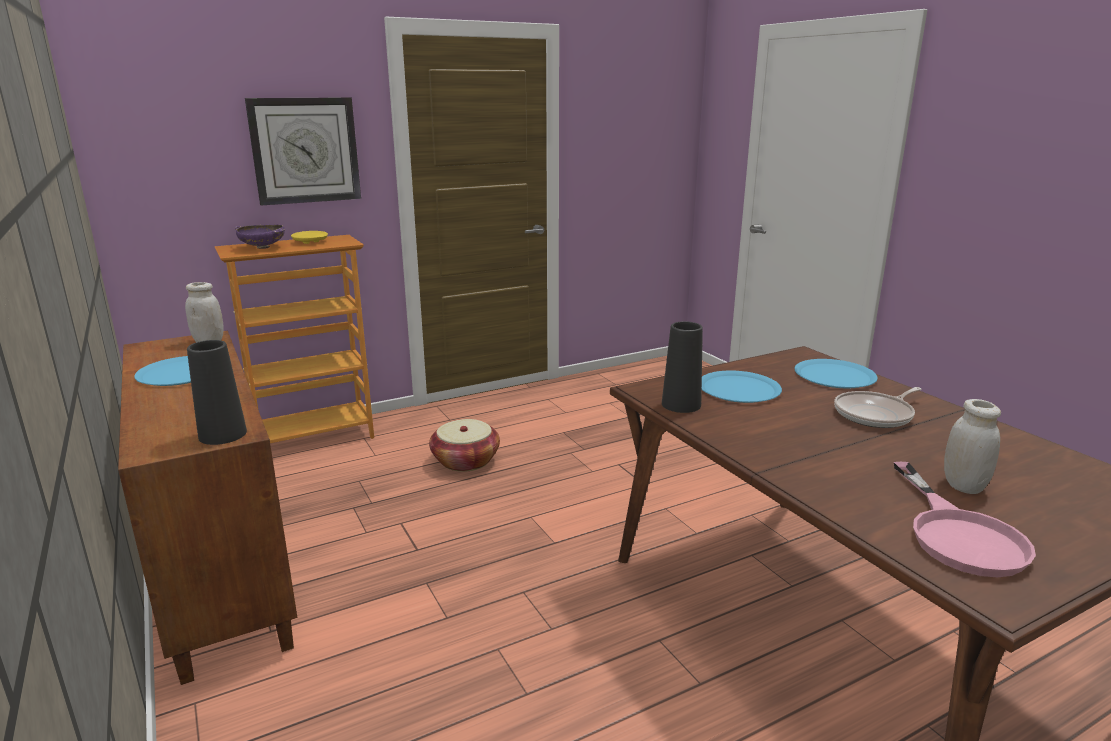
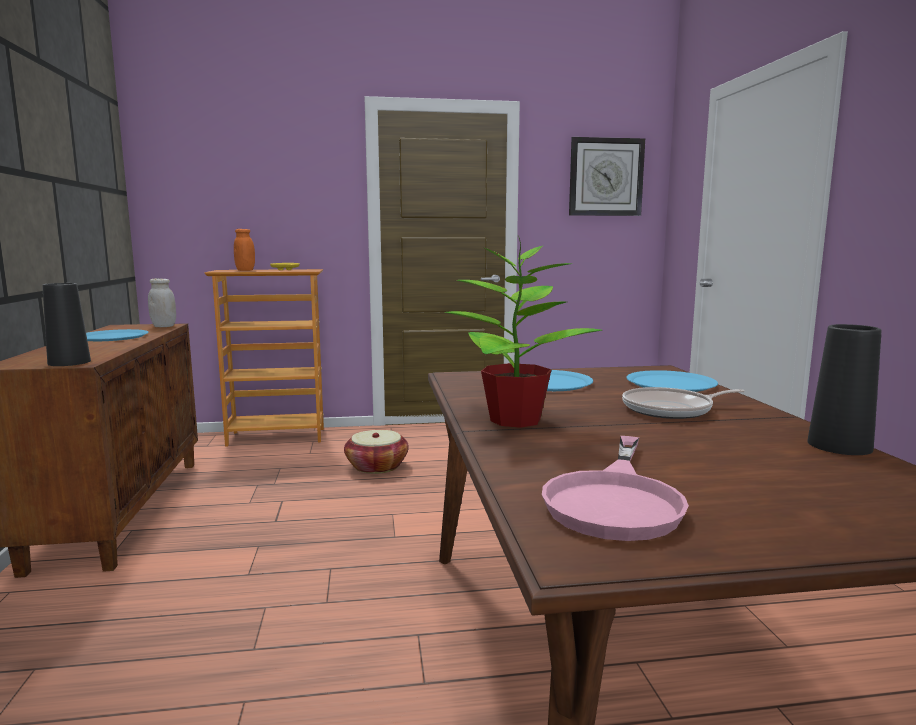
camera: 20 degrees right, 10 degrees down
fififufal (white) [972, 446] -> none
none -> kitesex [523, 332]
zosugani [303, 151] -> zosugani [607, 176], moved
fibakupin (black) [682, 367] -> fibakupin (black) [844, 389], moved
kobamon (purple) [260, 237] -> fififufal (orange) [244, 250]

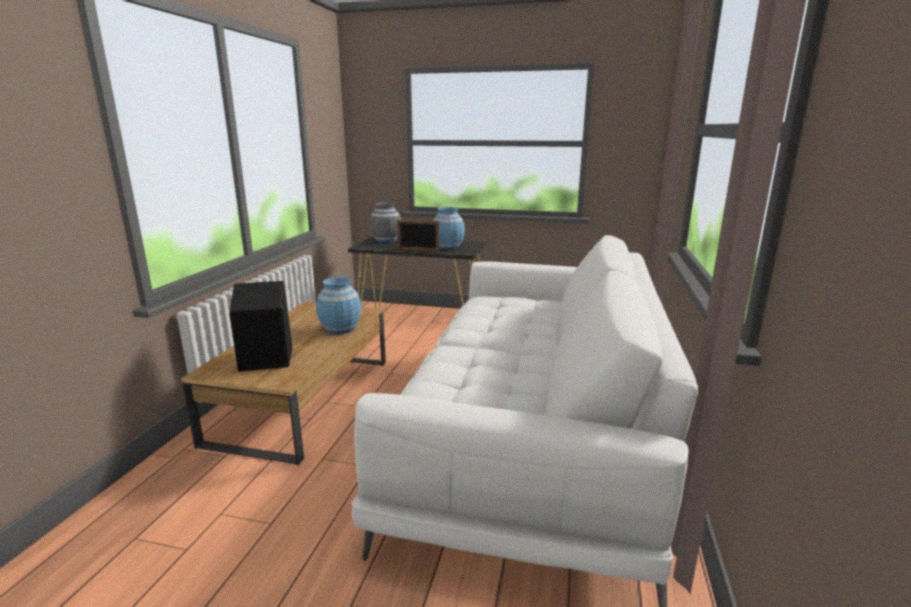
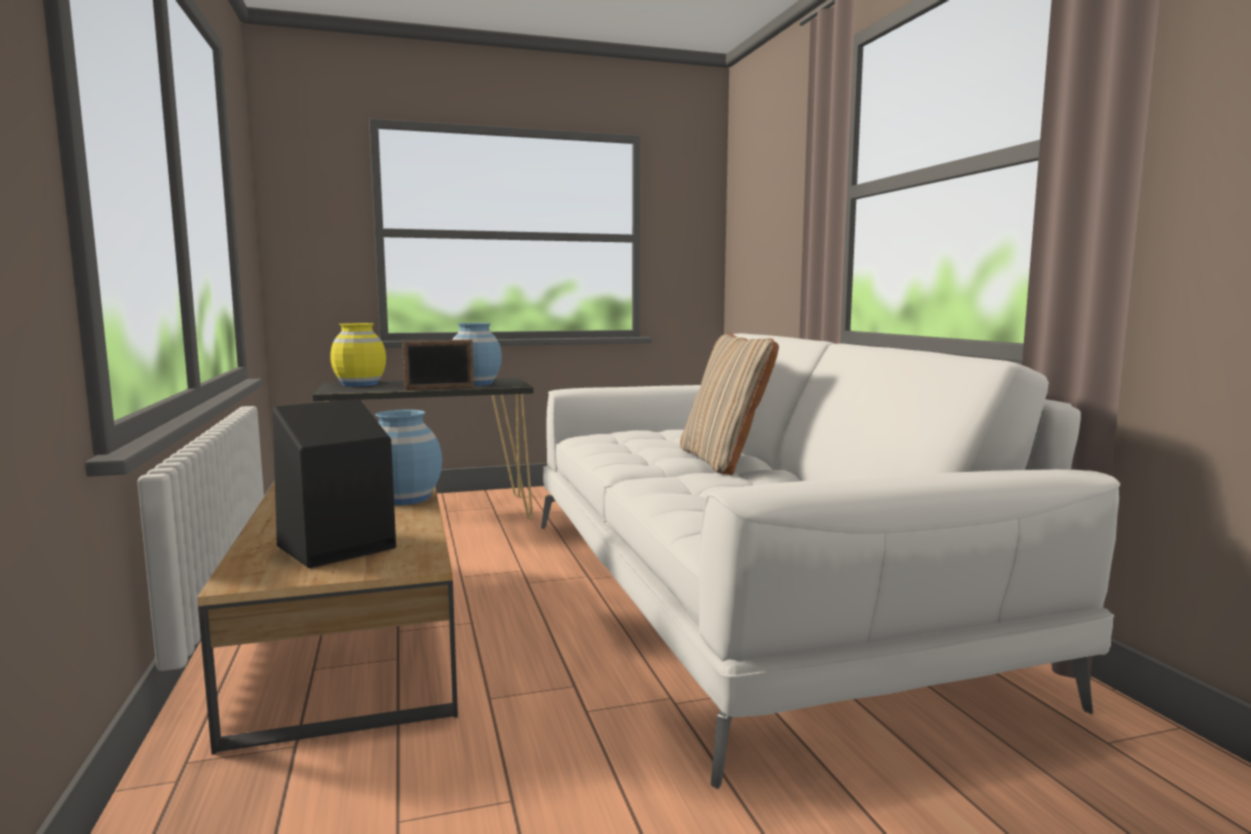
camera: 30 degrees left, 10 degrees down
none -> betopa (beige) [729, 404]
fibakupin (grey) [385, 222] -> fibakupin (yellow) [358, 354]

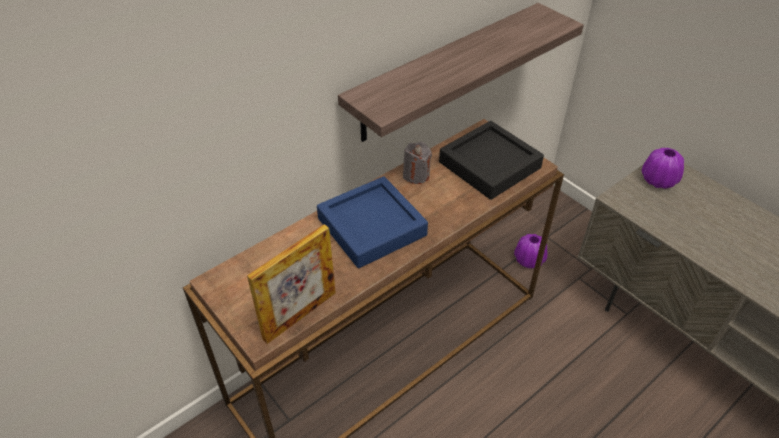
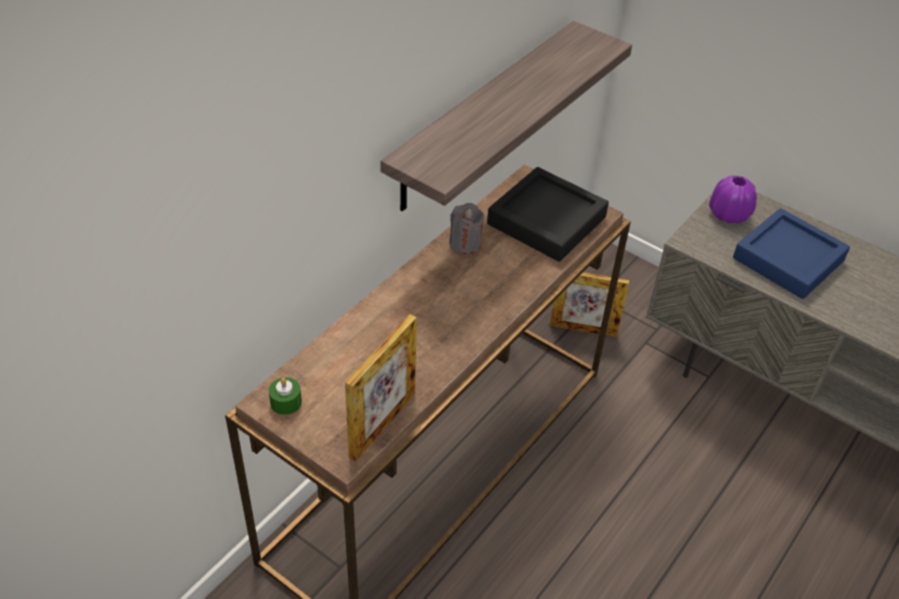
camera: 15 degrees left, 0 degrees up
none -> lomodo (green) [285, 396]
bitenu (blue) [372, 222] -> bitenu (blue) [791, 253], moved
fibakupin (purple) [530, 251] -> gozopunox [589, 304]

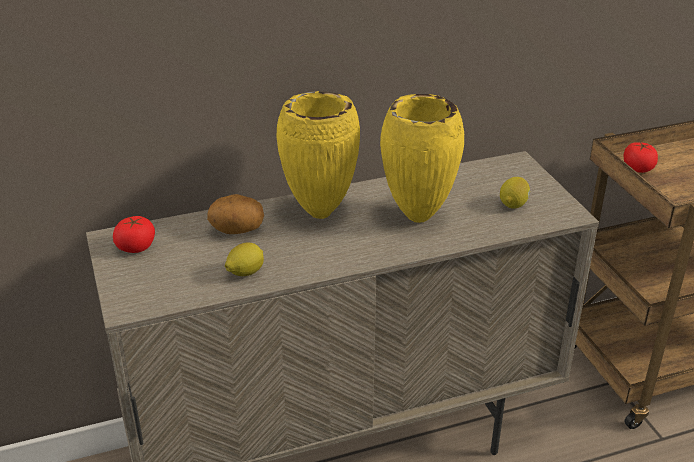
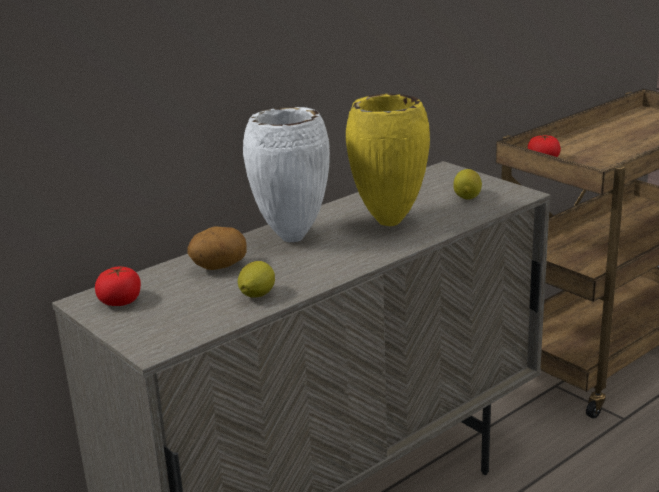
camera: 20 degrees left, 10 degrees down
fibakupin (yellow) [318, 155] -> fibakupin (white) [286, 174]

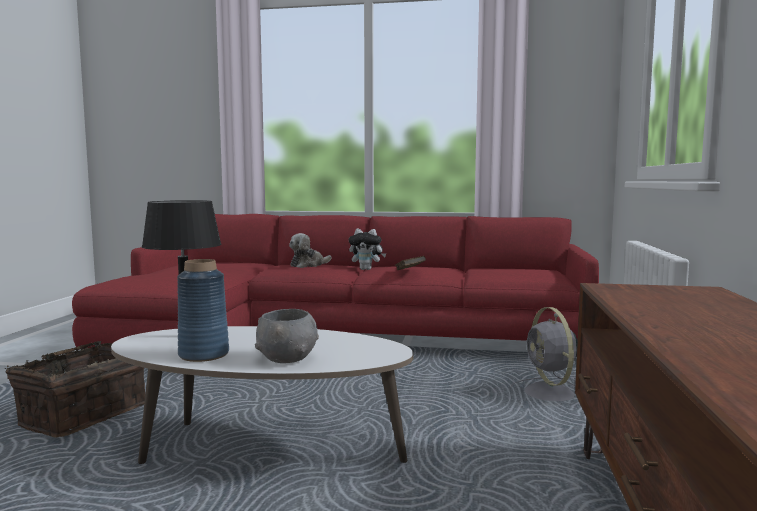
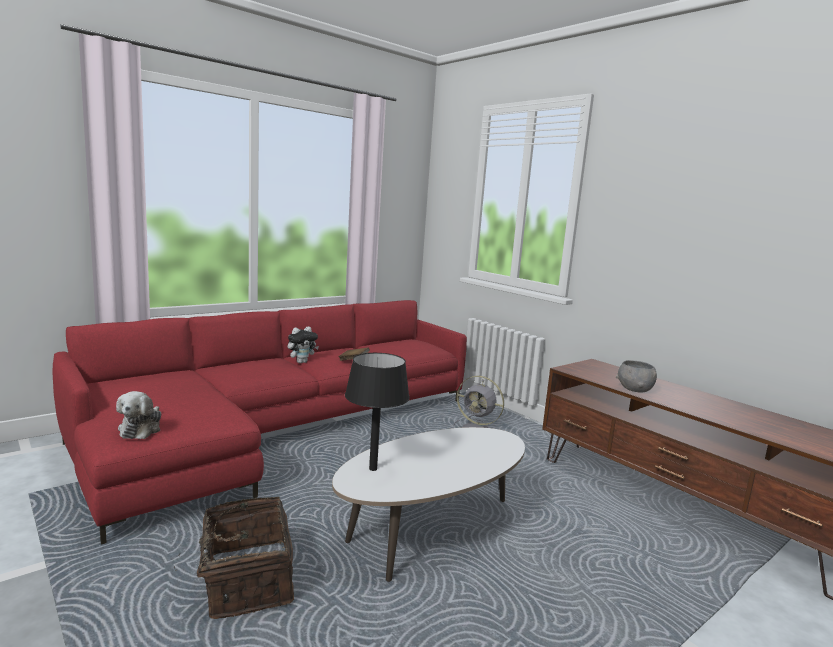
camera: 50 degrees left, 5 degrees up
fibakupin (blue) [203, 310] -> none
kobamon (grey) [287, 336] -> kobamon (grey) [636, 376], moved
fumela [310, 250] -> fumela [138, 415], moved

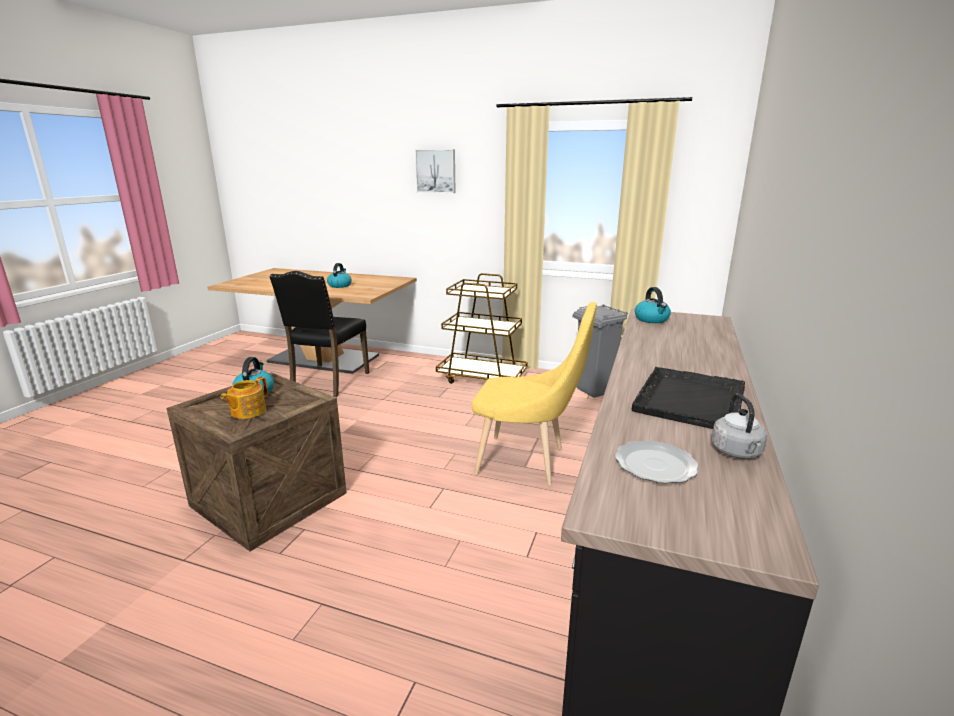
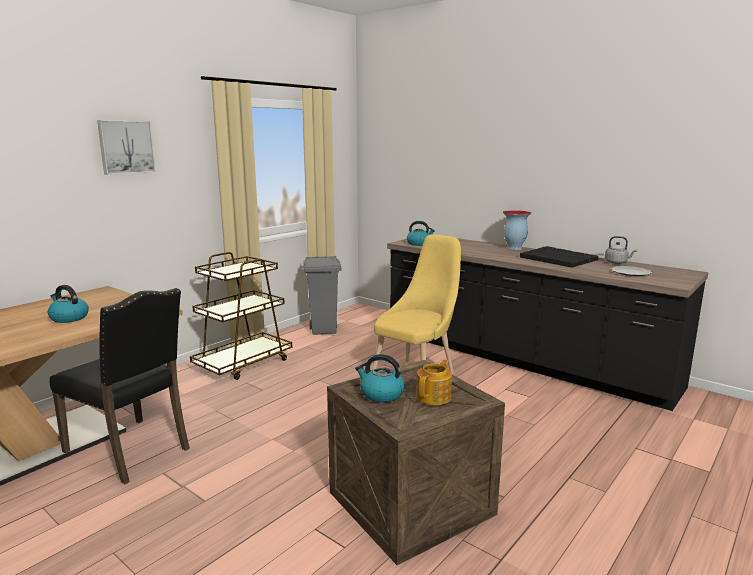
camera: 70 degrees left, 5 degrees down
none -> fibakupin [517, 230]
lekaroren [244, 398] -> lekaroren [434, 382], 105 degrees counterclockwise

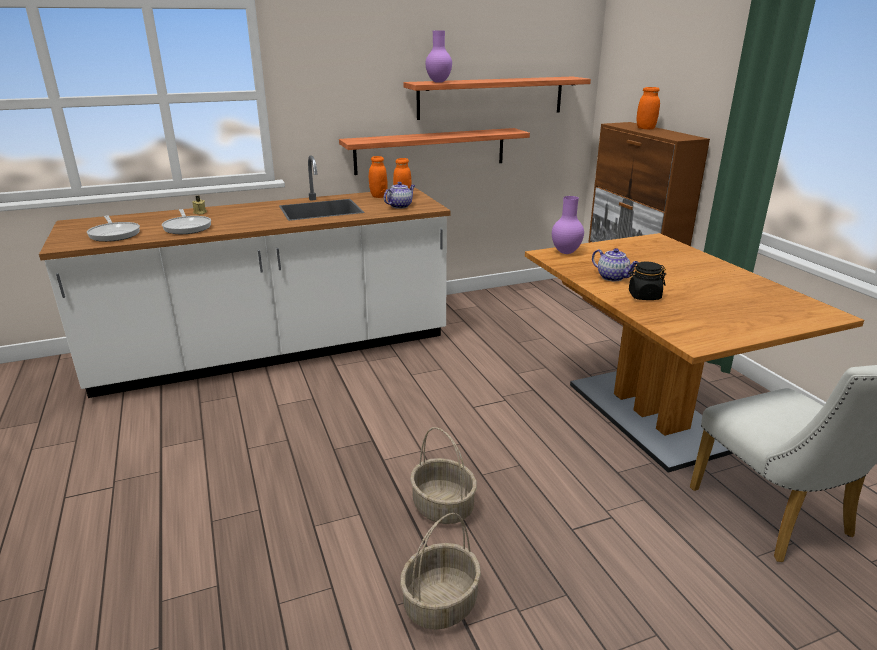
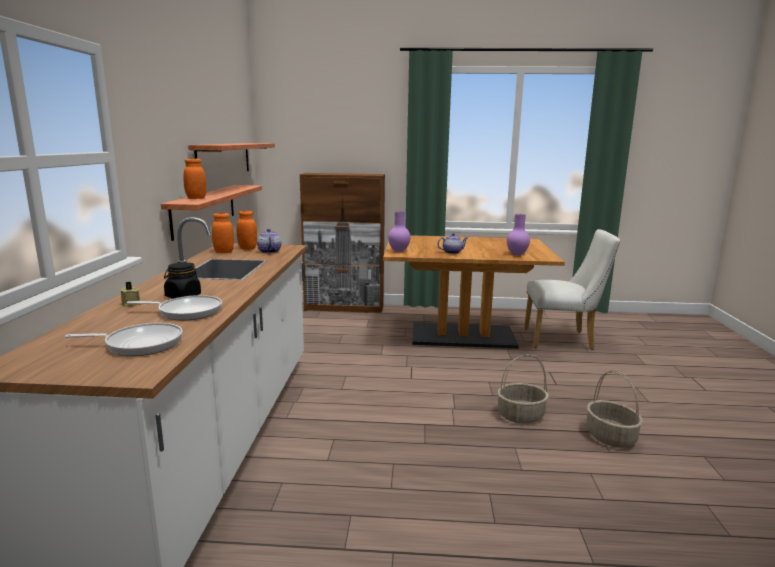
camera: 65 degrees left, 10 degrees down
fibakupin (purple) [438, 57] -> fibakupin (purple) [518, 234], moved
fififufal (black) [647, 281] -> fififufal (black) [182, 280], moved
fififufal (orange) [648, 108] -> fififufal (orange) [195, 179], moved

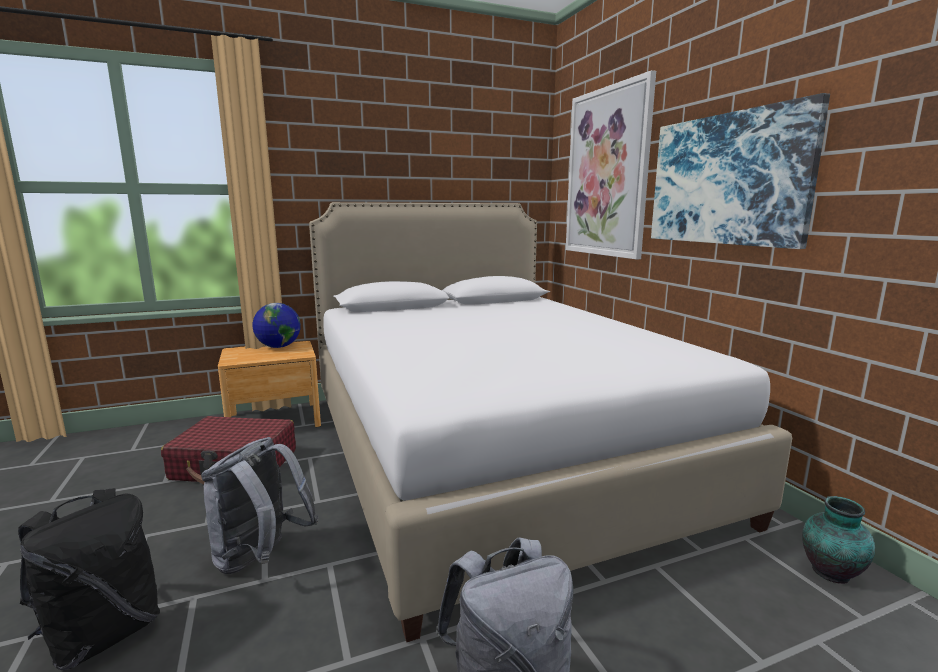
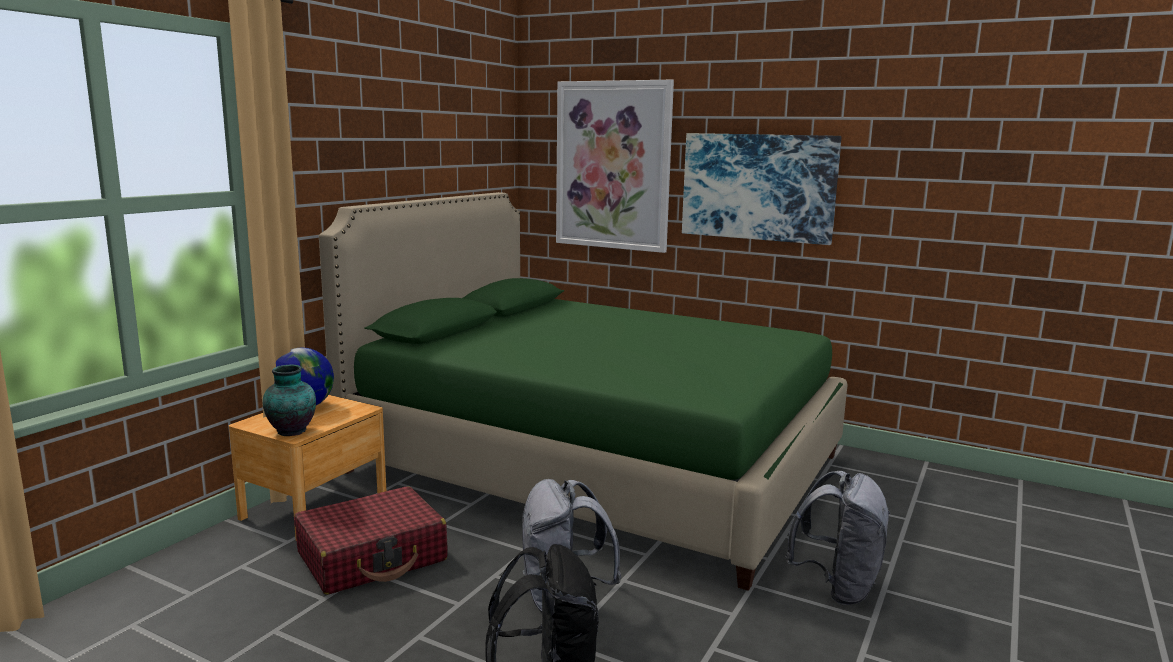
camera: 40 degrees left, 0 degrees up
fibakupin [838, 540] -> fibakupin [289, 400], moved
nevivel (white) [550, 422] -> nevivel (green) [583, 391]

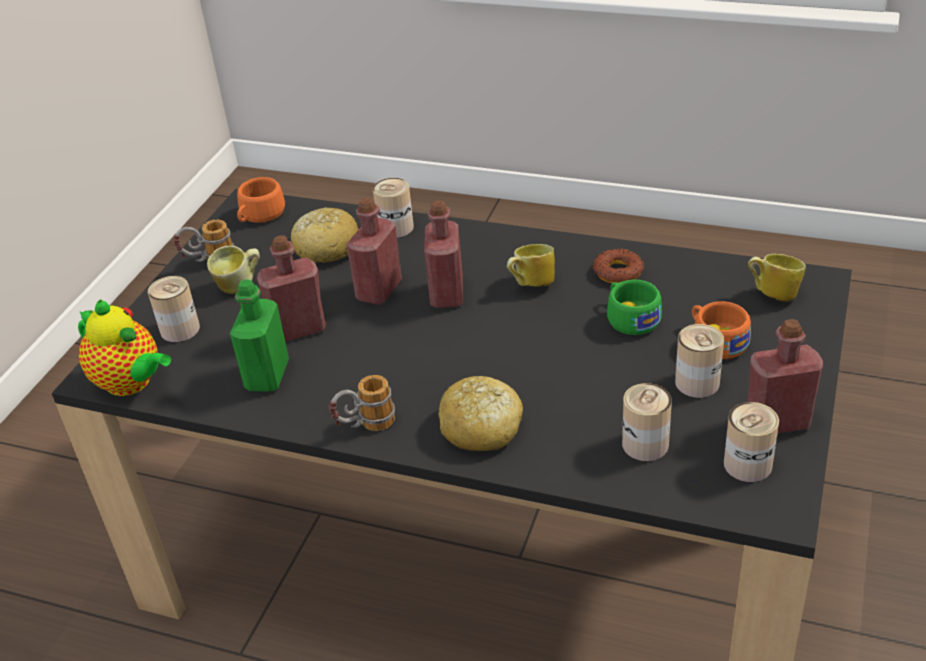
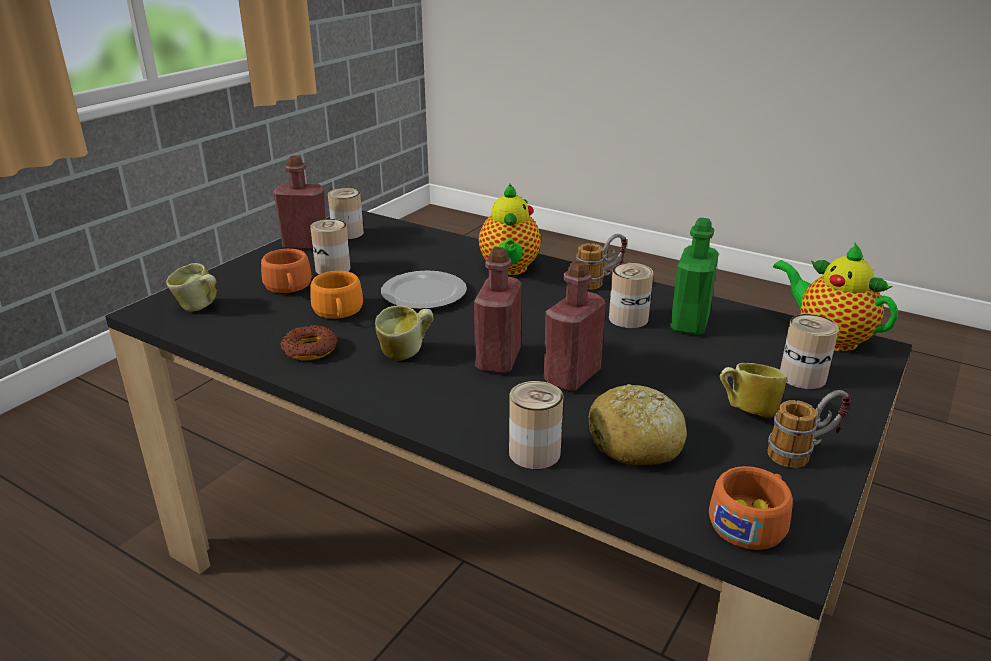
camera: 170 degrees left, 10 degrees down
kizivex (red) [291, 288] -> none
none -> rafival [424, 290]
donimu [647, 422] -> donimu [631, 295], moved
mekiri [480, 413] -> lekaroren [510, 229]
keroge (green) [634, 307] -> keroge (orange) [336, 295]

